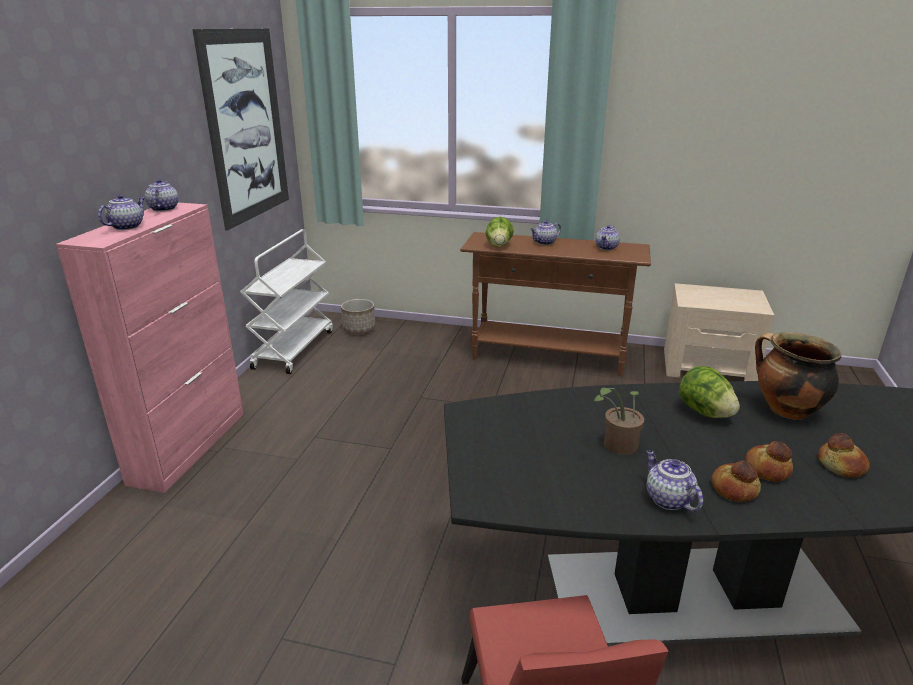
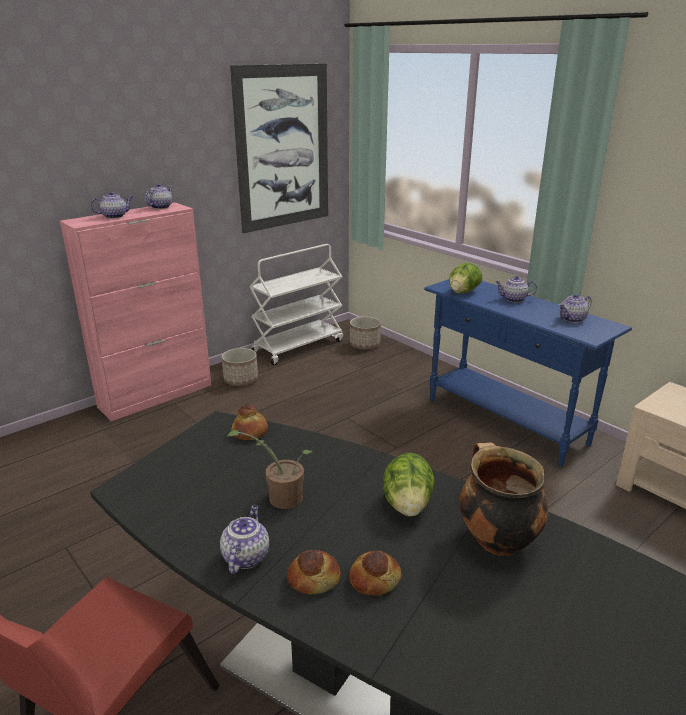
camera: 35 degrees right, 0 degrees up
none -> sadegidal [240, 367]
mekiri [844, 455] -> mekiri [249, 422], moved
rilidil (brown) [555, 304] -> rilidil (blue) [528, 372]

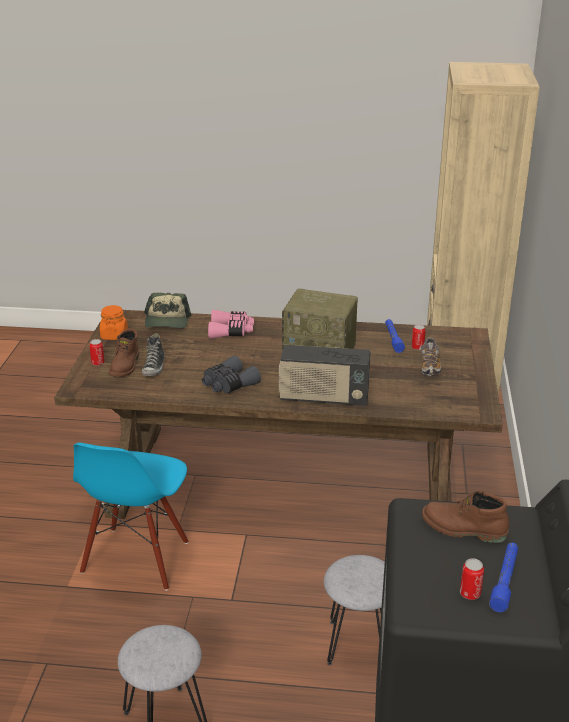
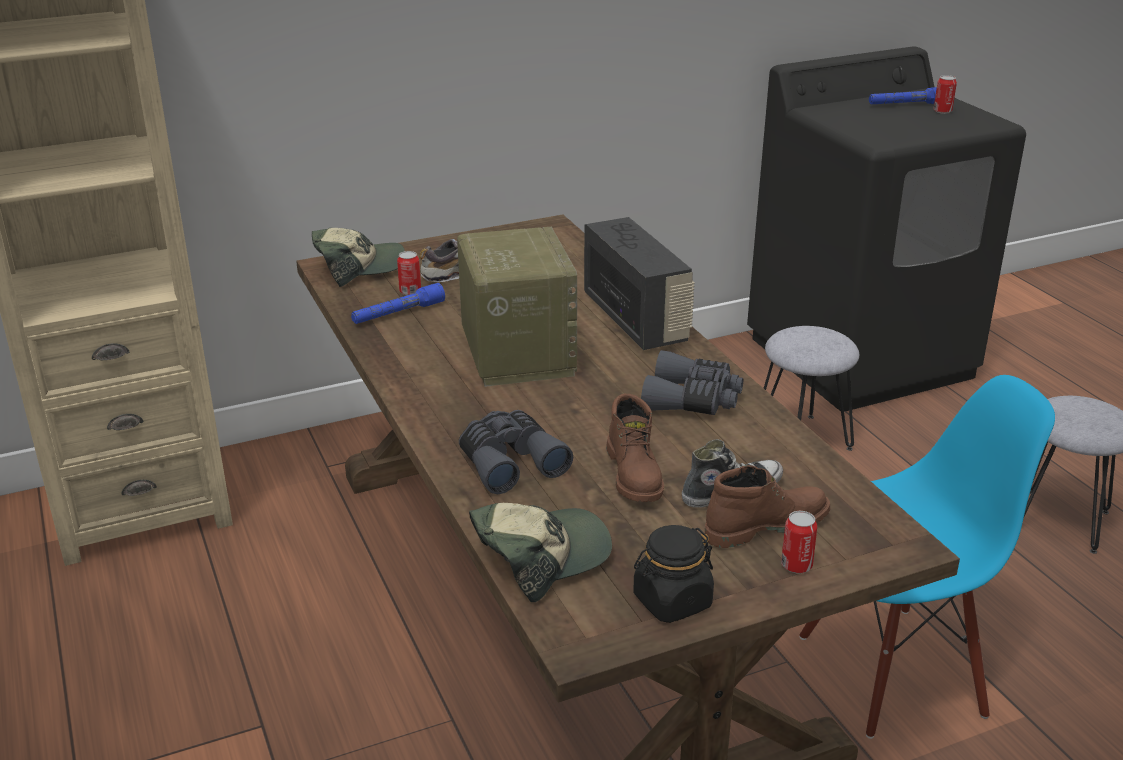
camera: 120 degrees left, 0 degrees up
none -> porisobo [358, 257]
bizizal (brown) [465, 516] -> bizizal (brown) [635, 448], moved
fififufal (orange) [114, 322] -> fififufal (black) [673, 574]
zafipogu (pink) [231, 324] -> zafipogu (grey) [516, 452]

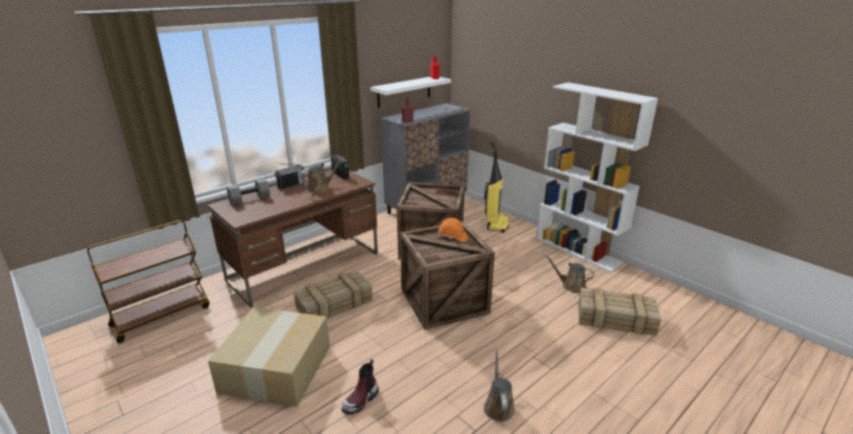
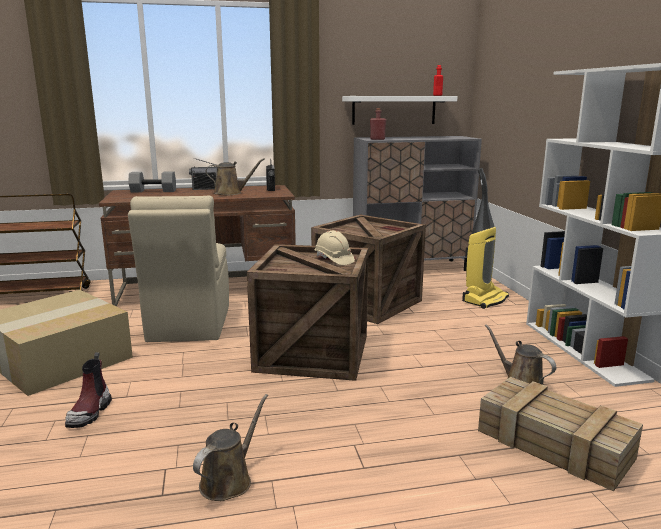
camera: 30 degrees right, 10 degrees down
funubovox [333, 294] -> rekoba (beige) [178, 269]
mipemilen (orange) [453, 230] -> mipemilen (beige) [335, 248]
bizizal [360, 387] -> bizizal [88, 390], 60 degrees counterclockwise

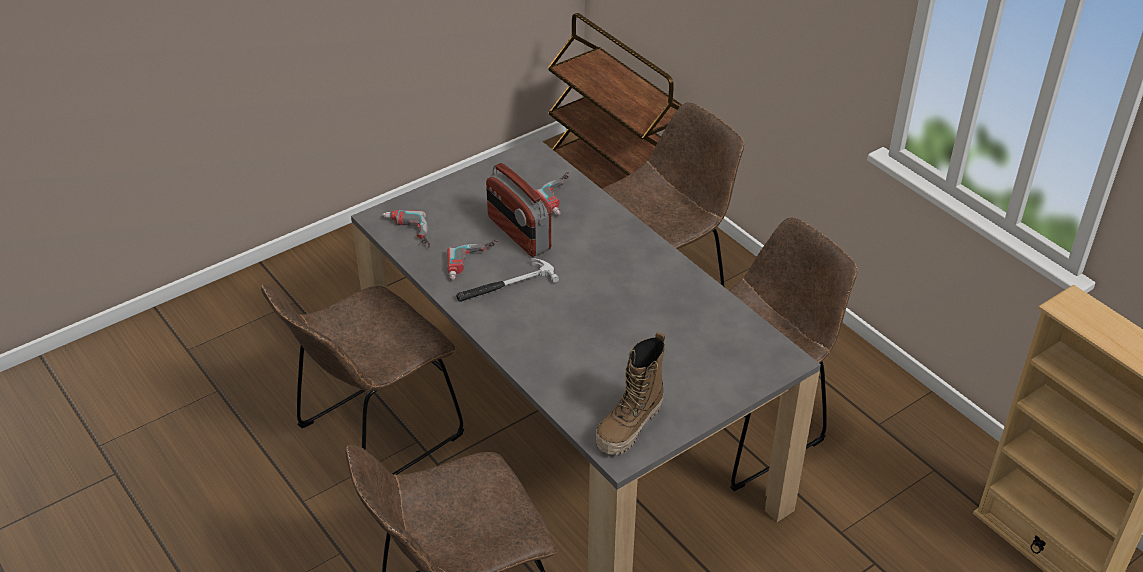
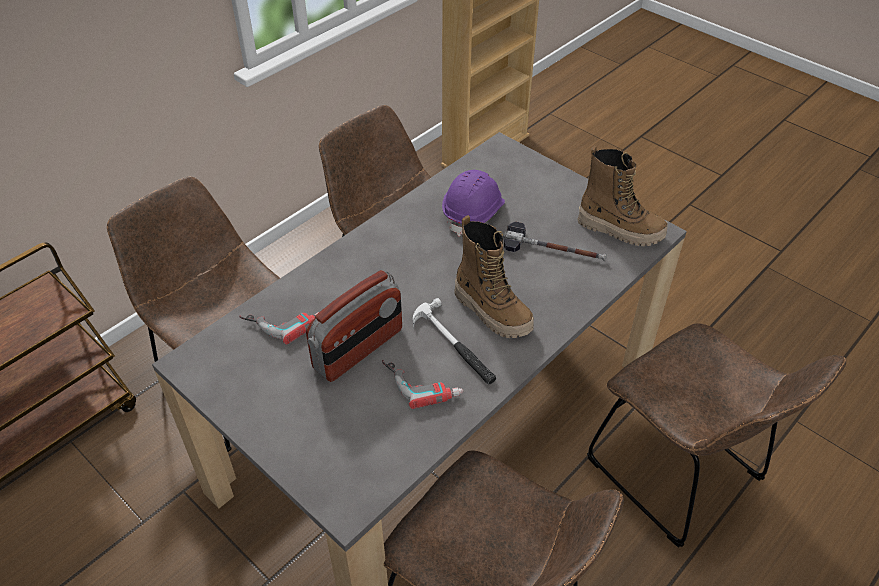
camera: 100 degrees left, 5 degrees up
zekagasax [406, 228] -> none
none -> mipemilen (purple) [473, 203]
none -> bizizal [494, 276]
none -> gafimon [555, 241]

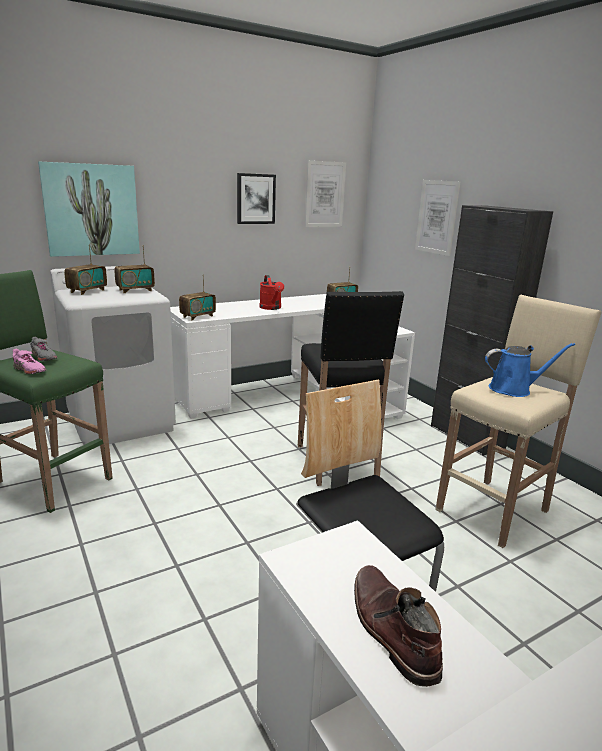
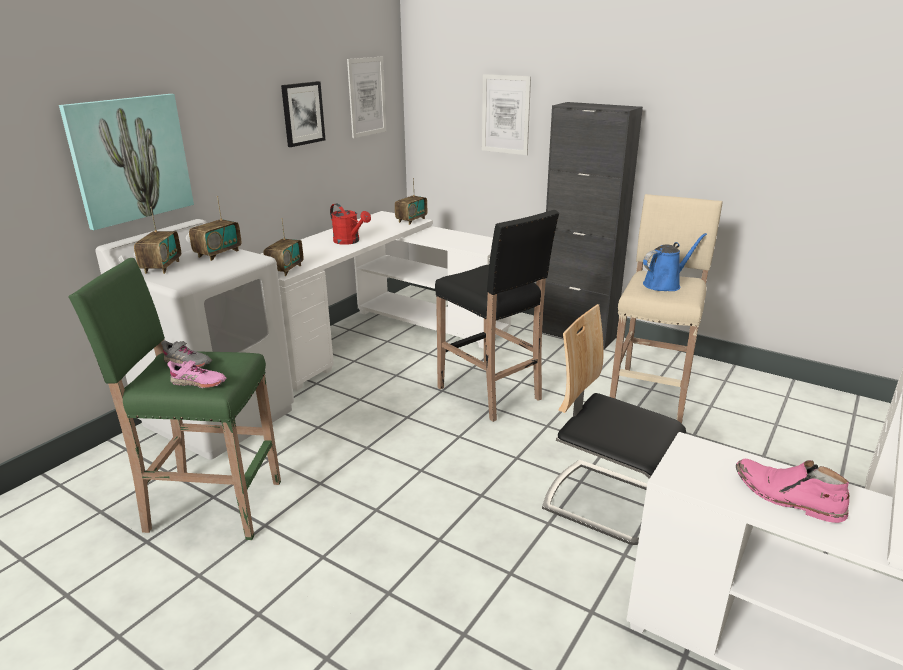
camera: 25 degrees left, 5 degrees up
bizizal (brown) [398, 626] -> bizizal (pink) [793, 491]

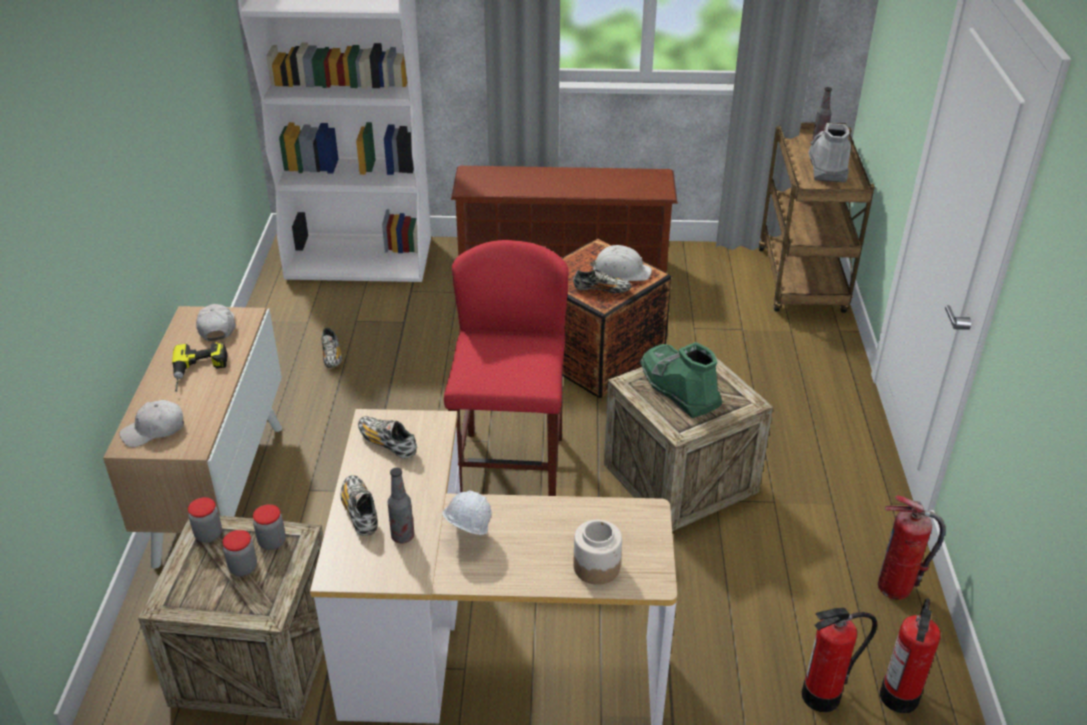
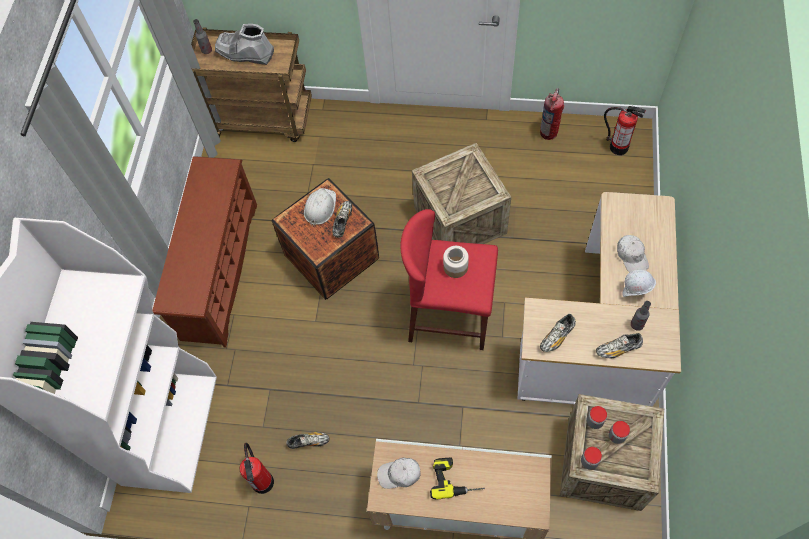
camera: 80 degrees left, 25 degrees up
bizizal (green) [681, 380] -> none
porisobo (white) [152, 423] -> porisobo (white) [633, 253], moved
fififufal [597, 552] -> fififufal [456, 262], moved
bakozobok [839, 660] -> bakozobok [257, 468], moved

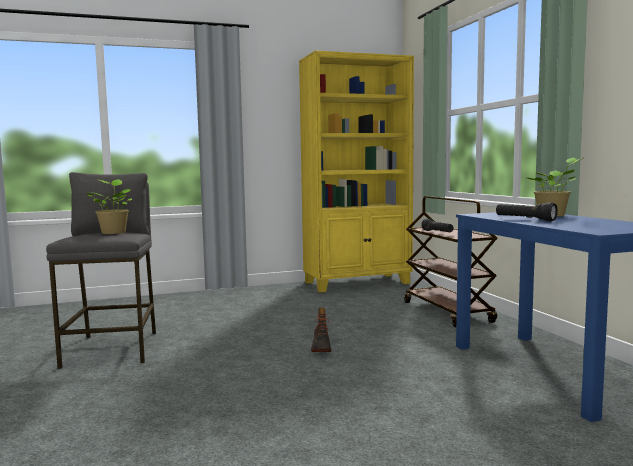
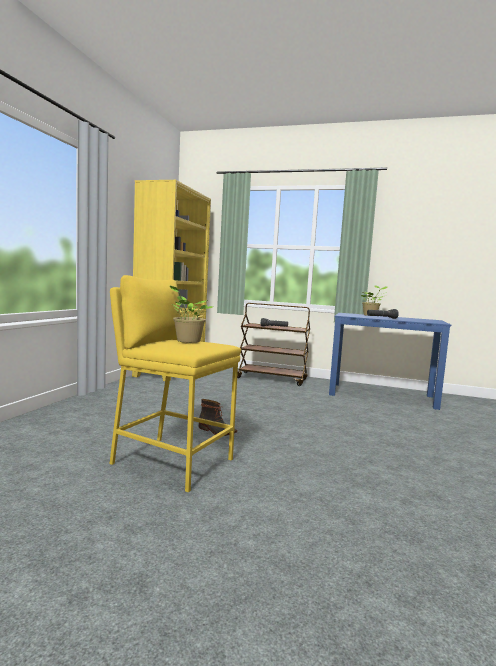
camera: 55 degrees left, 0 degrees up
bizizal [321, 329] -> bizizal [218, 417], moved
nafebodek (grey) [101, 270] -> nafebodek (yellow) [175, 384]

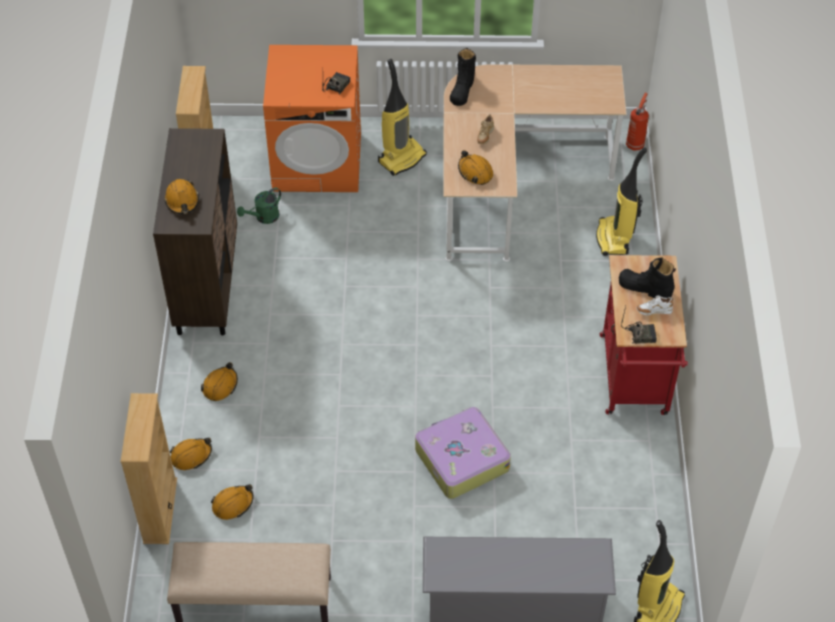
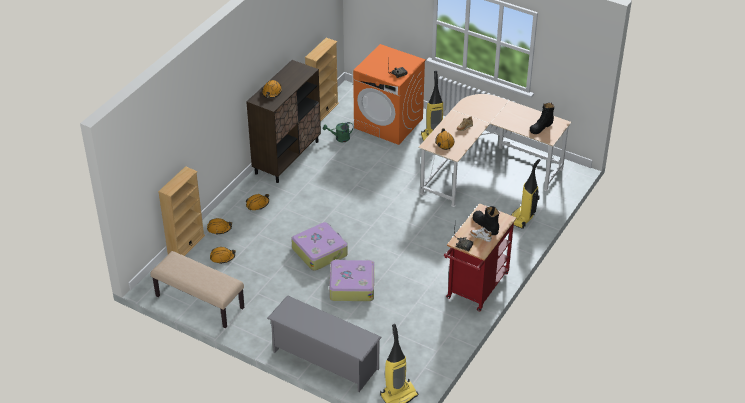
camera: 30 degrees right, 10 degrees down
bakozobok [637, 121] -> none
none -> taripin [319, 246]
bizizal (black) [463, 77] -> bizizal (black) [542, 118], moved

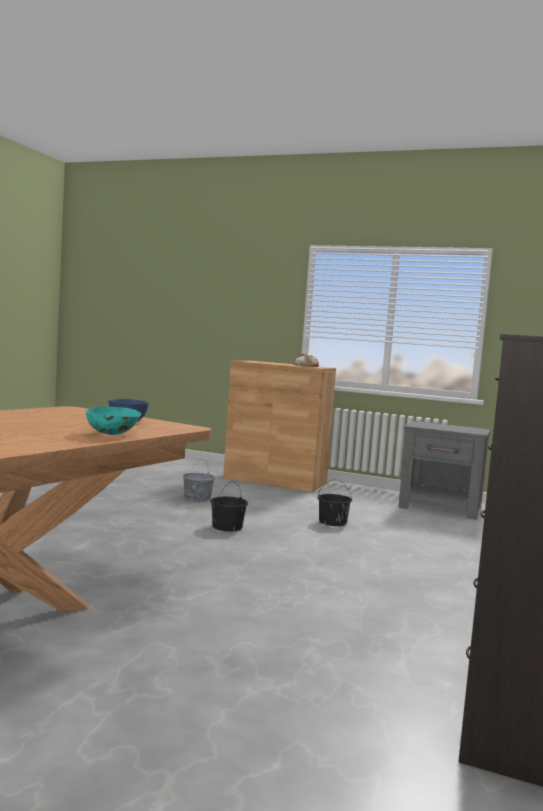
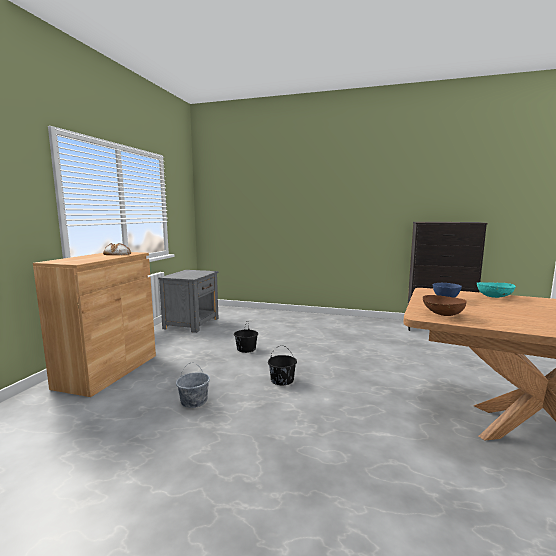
camera: 95 degrees left, 5 degrees up
none -> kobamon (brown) [444, 305]

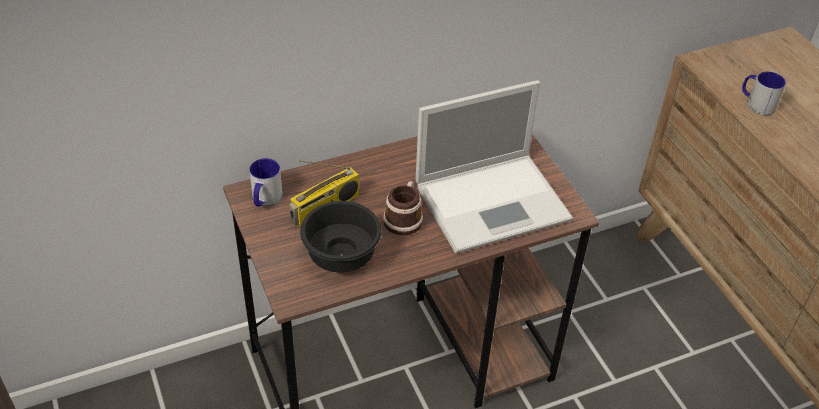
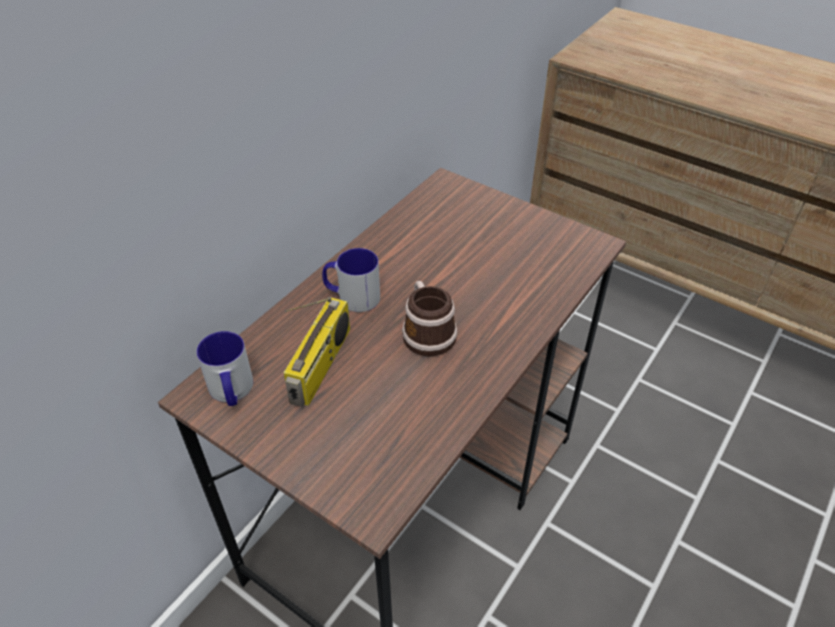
camera: 30 degrees left, 0 degrees up
kobamon (black) [341, 237] -> none
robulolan [494, 166] -> none
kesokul [764, 93] -> kesokul [351, 280], moved

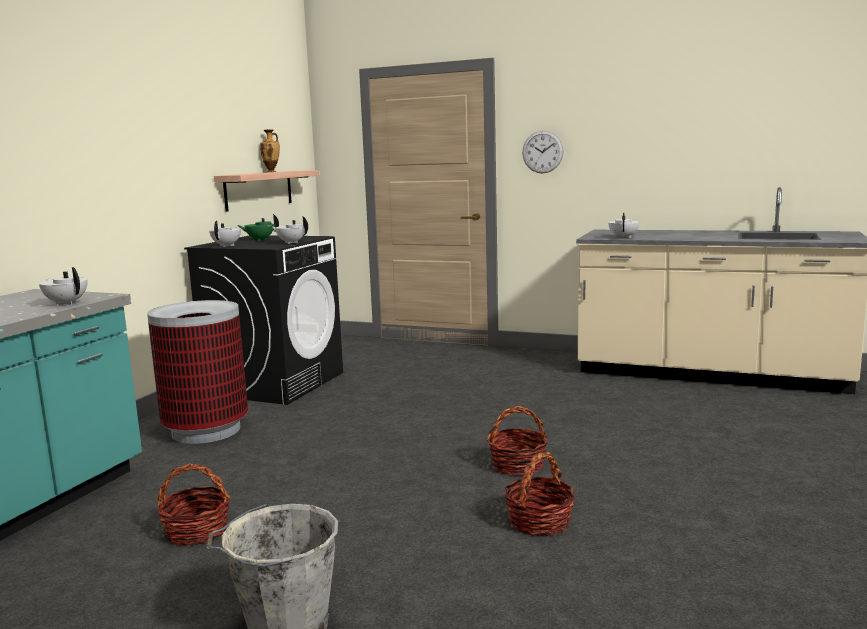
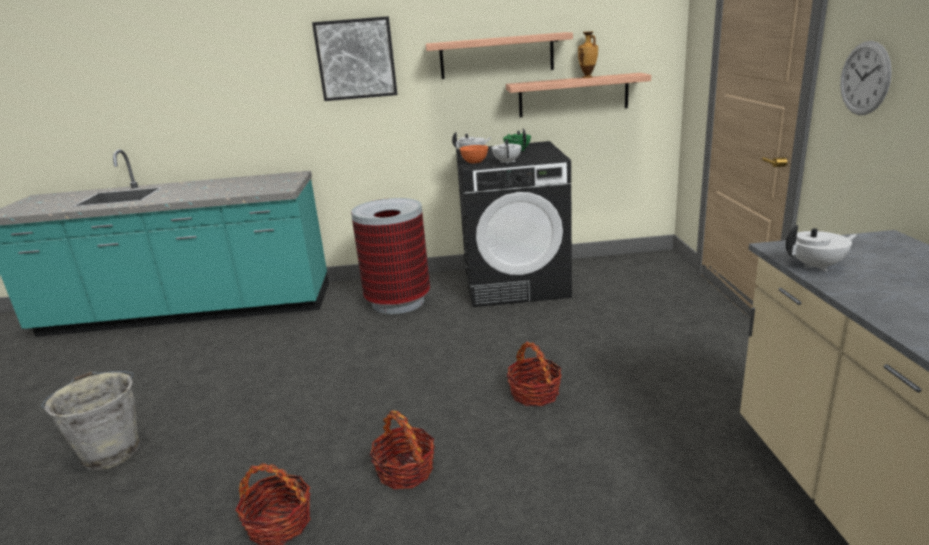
camera: 65 degrees right, 10 degrees up
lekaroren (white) [63, 286] -> none
none -> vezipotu [354, 58]
none -> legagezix [499, 55]
none -> kobamon (orange) [474, 154]
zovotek [194, 504] -> zovotek [534, 374], moved

